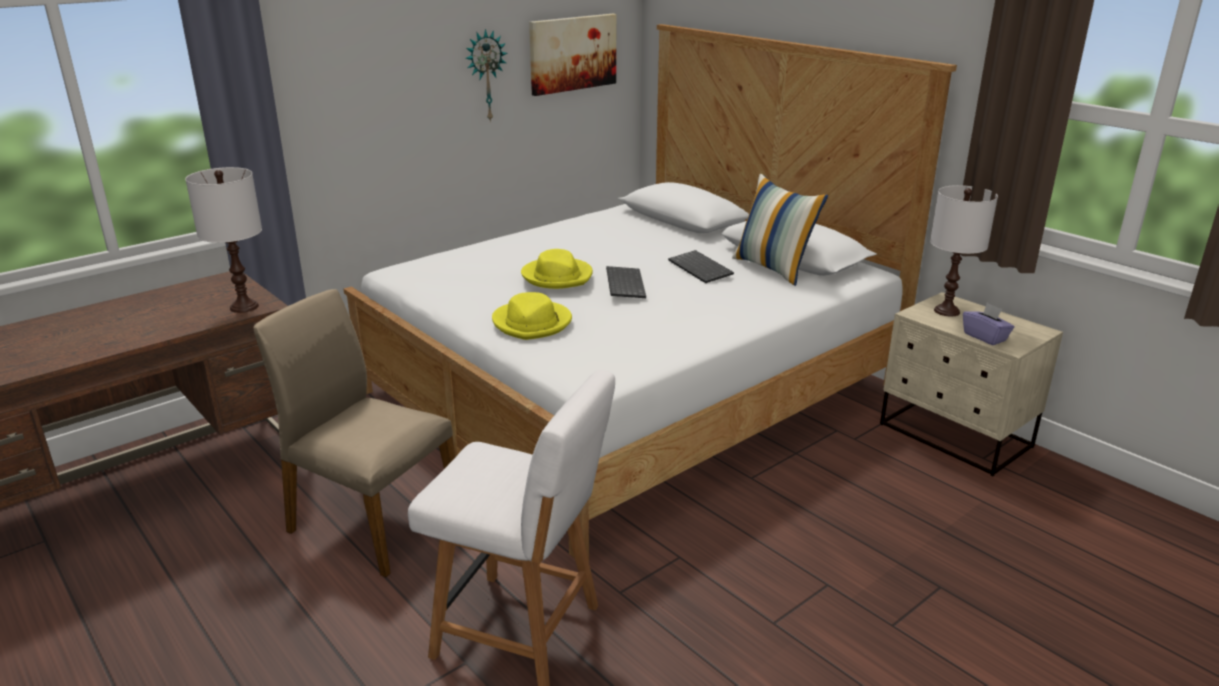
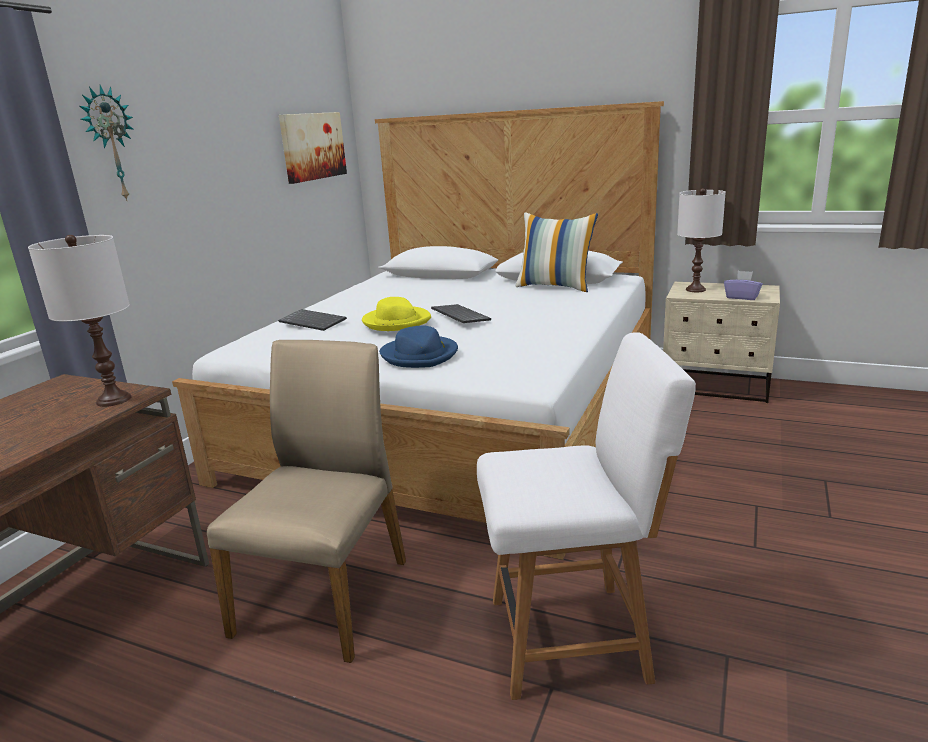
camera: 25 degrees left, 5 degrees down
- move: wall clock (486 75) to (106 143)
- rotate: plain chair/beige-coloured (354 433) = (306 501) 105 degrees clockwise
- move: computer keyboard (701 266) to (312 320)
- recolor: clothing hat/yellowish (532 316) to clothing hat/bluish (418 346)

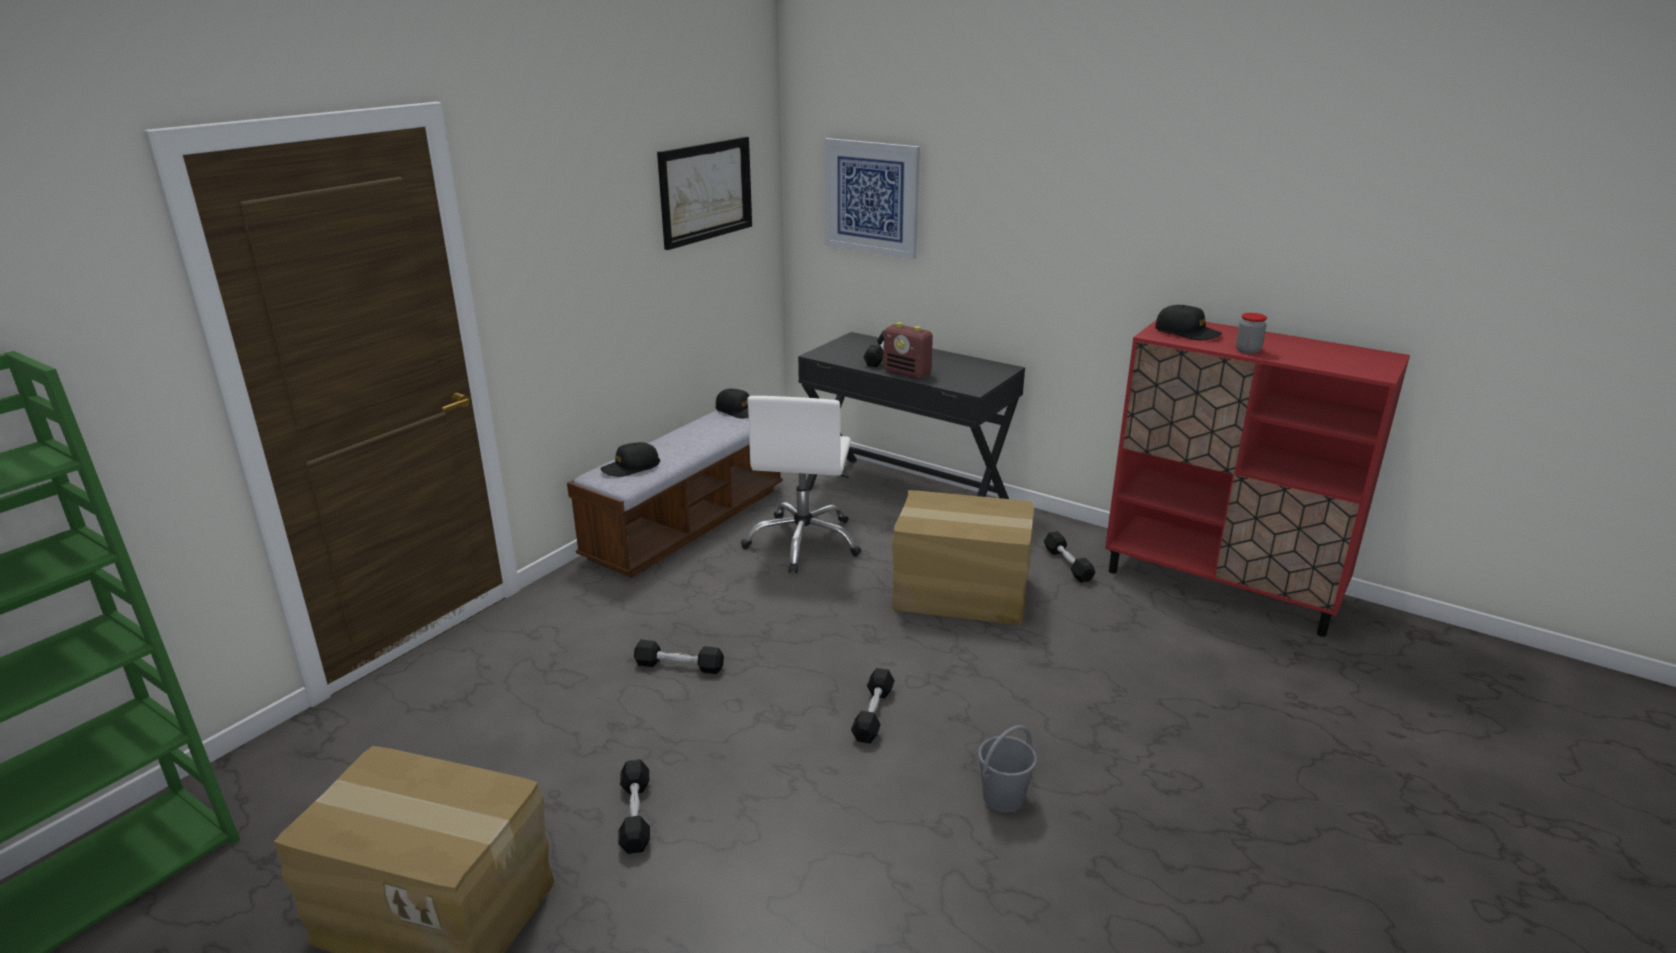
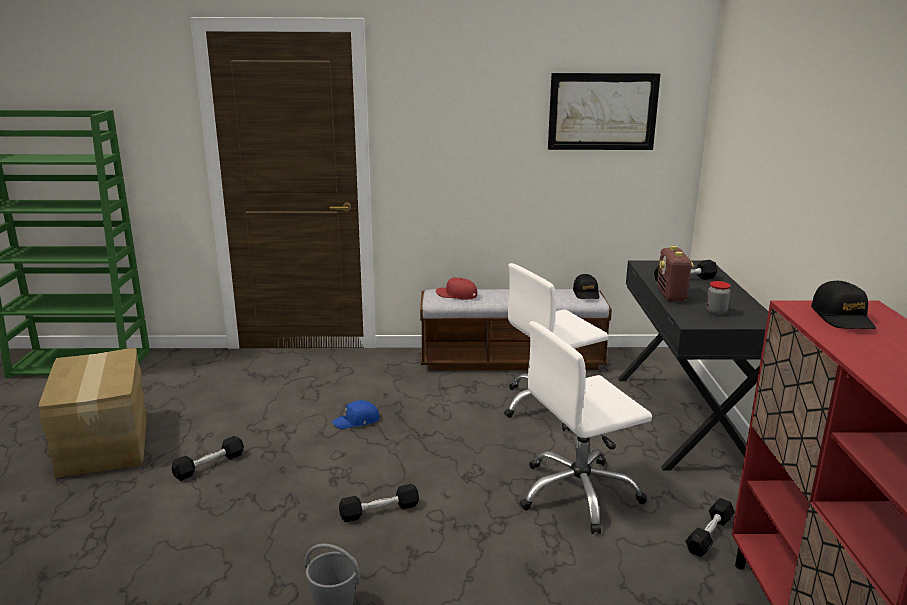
camera: 55 degrees right, 5 degrees down
- replace: dumbbell/blackish (679 657) to peaked cap/bluish (355 414)
- recolor: peaked cap/blackish (630 459) to peaked cap/red (456 288)
- replace: carton (963 557) to desk chair/white (586 427)
- move: jar (1251 333) to (718 298)
- delete: picture (872 198)

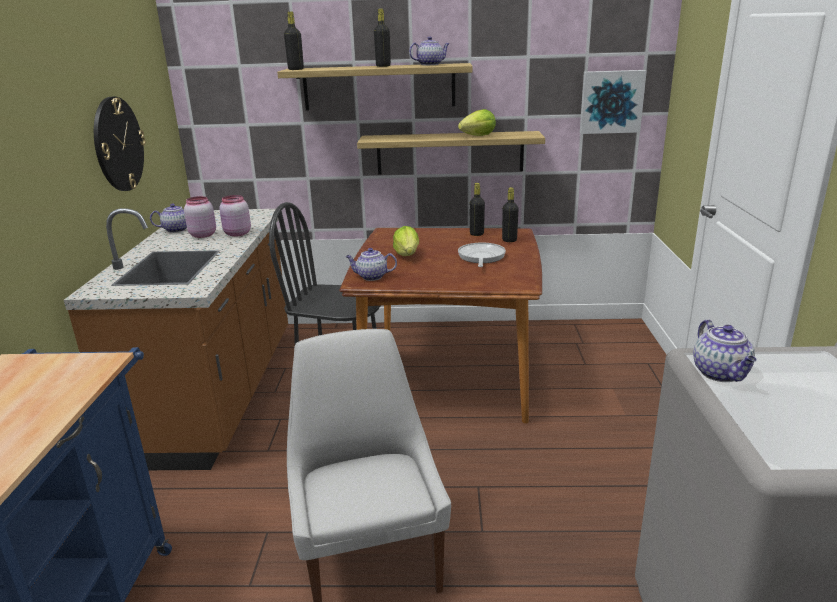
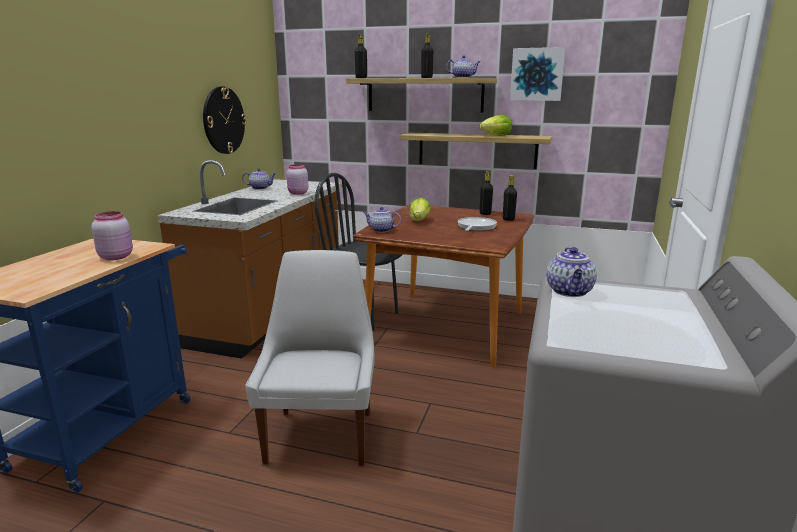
camera: 15 degrees right, 5 degrees down
- move: jar/pink (200 217) to (112 235)
- move: picture (613 102) to (537 74)

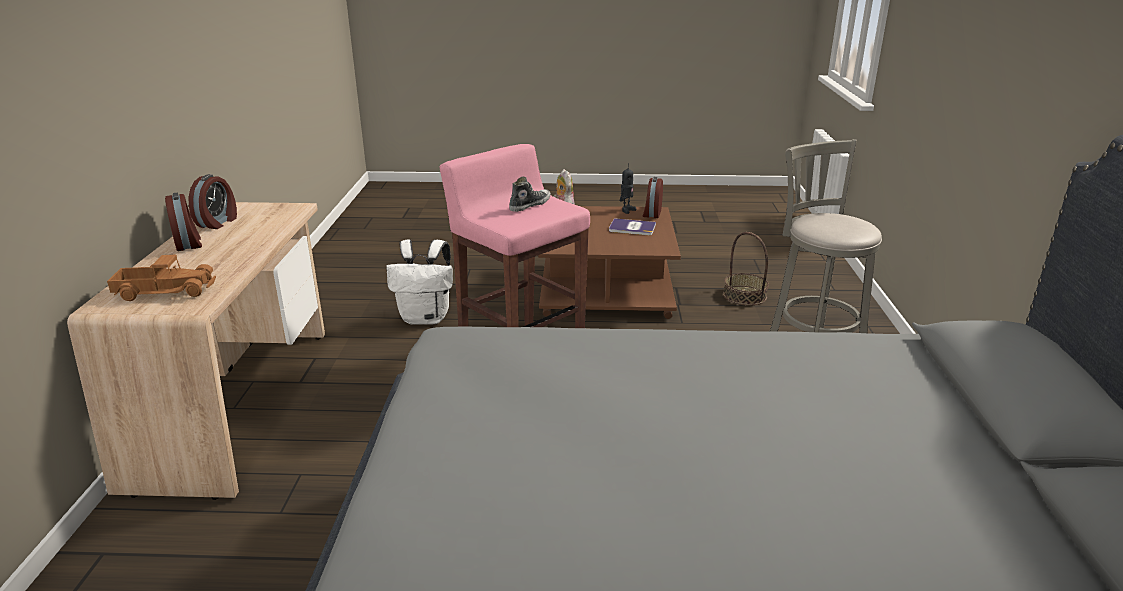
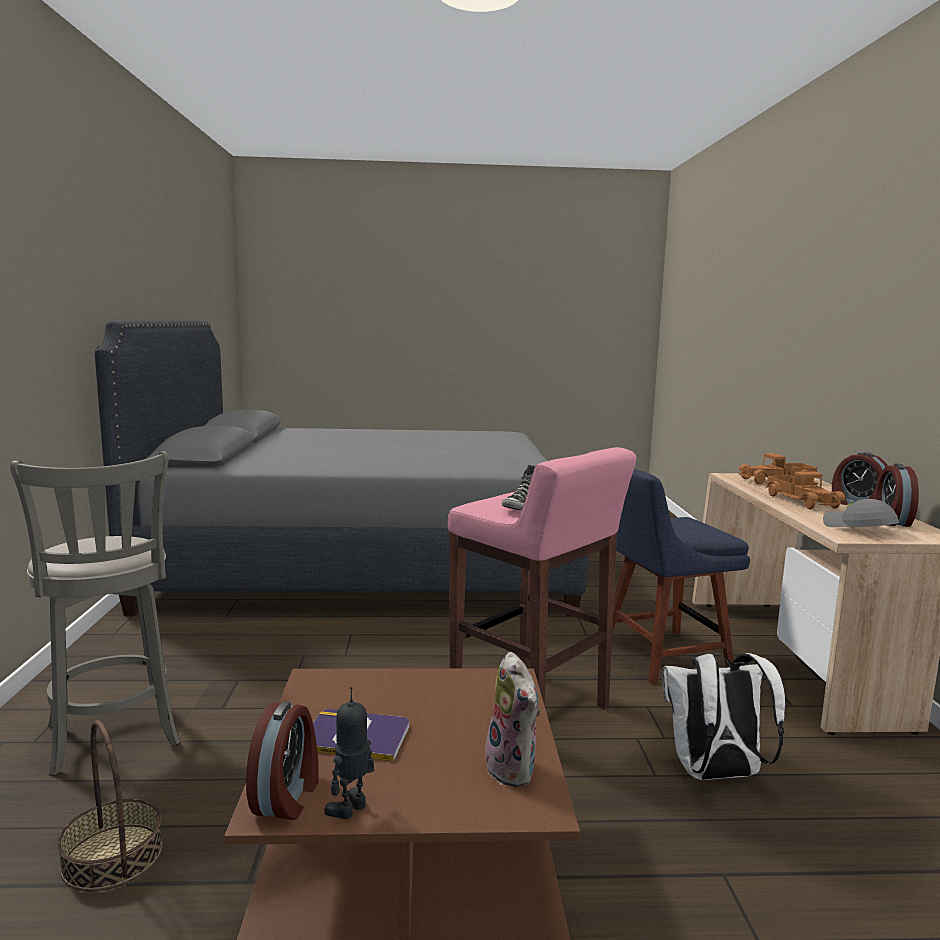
camera: 175 degrees right, 15 degrees down
- insert: plain chair/bluish (681 576)
- insert: toy lorry (805 490)
- insert: peaked cap/grey (861 513)

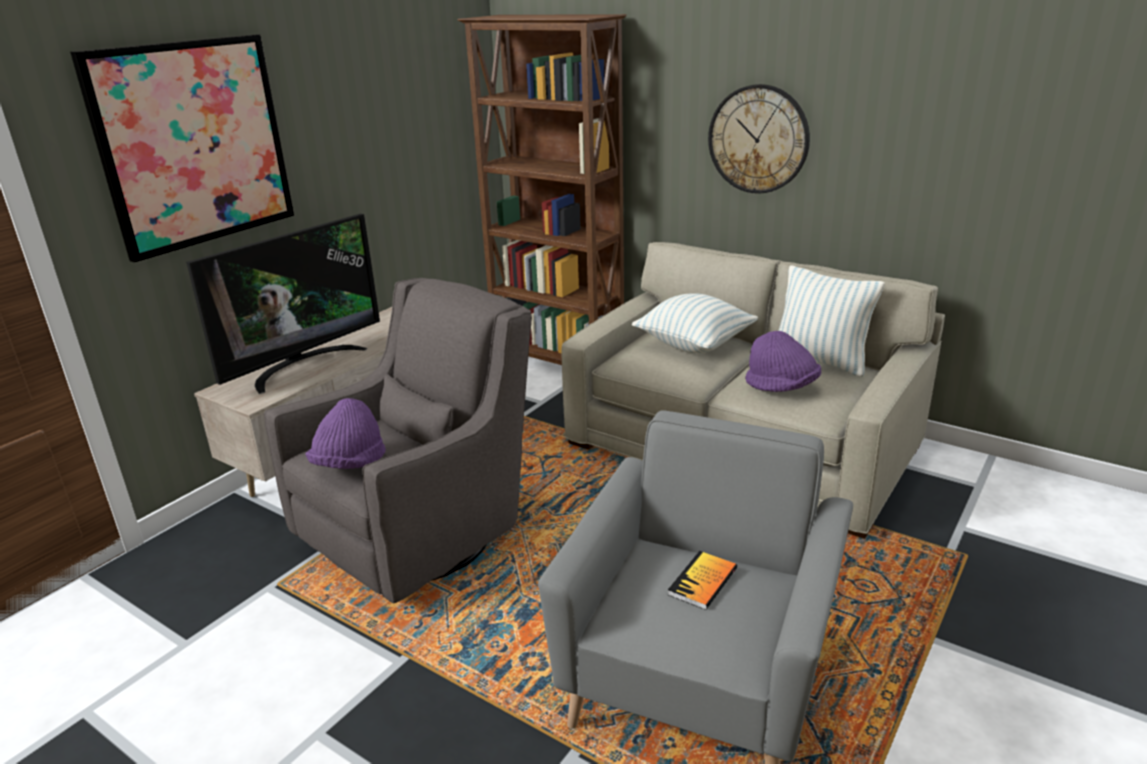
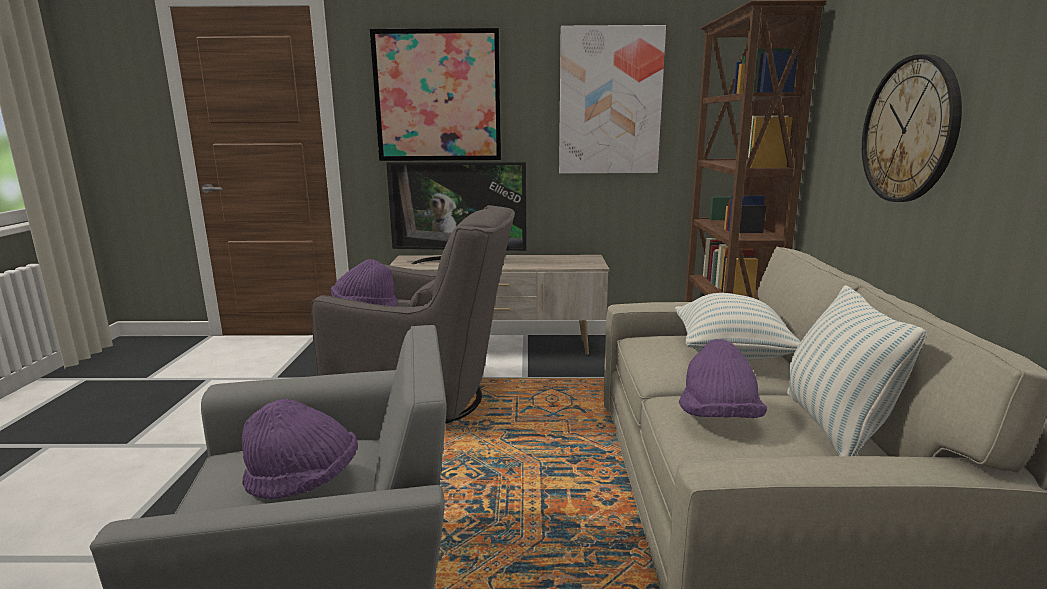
camera: 55 degrees right, 10 degrees down
- replace: bound book (702 580) to clothing hat/purple-coloured (300 449)
- insert: picture (612 99)

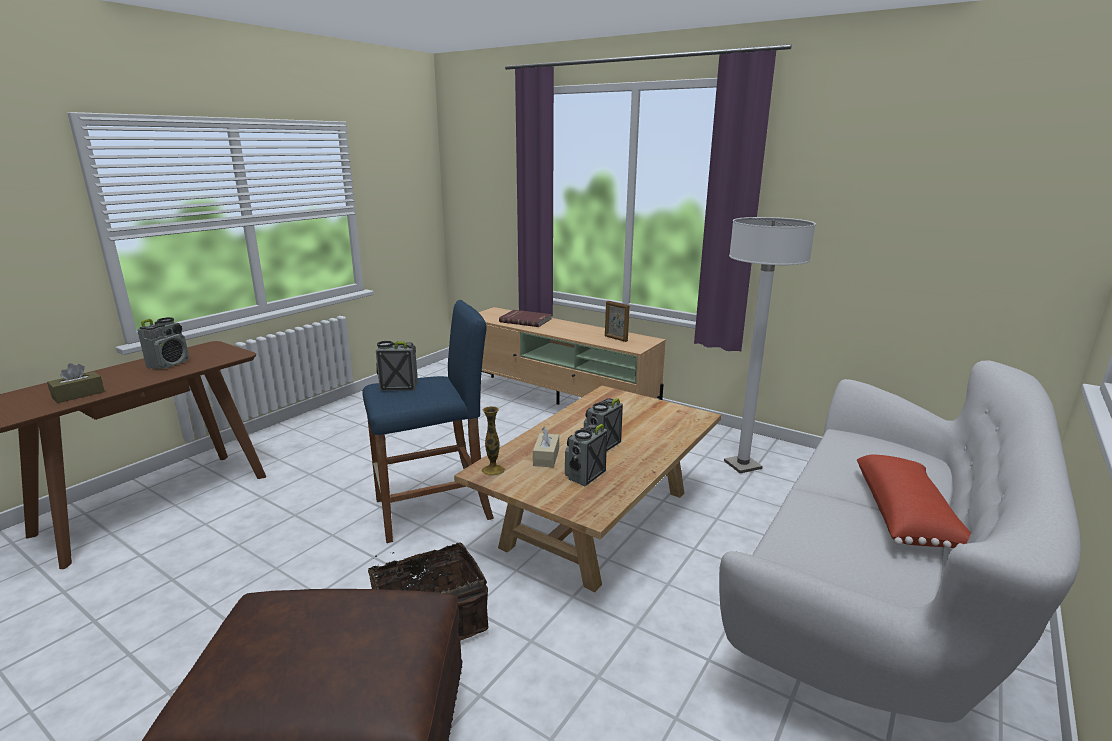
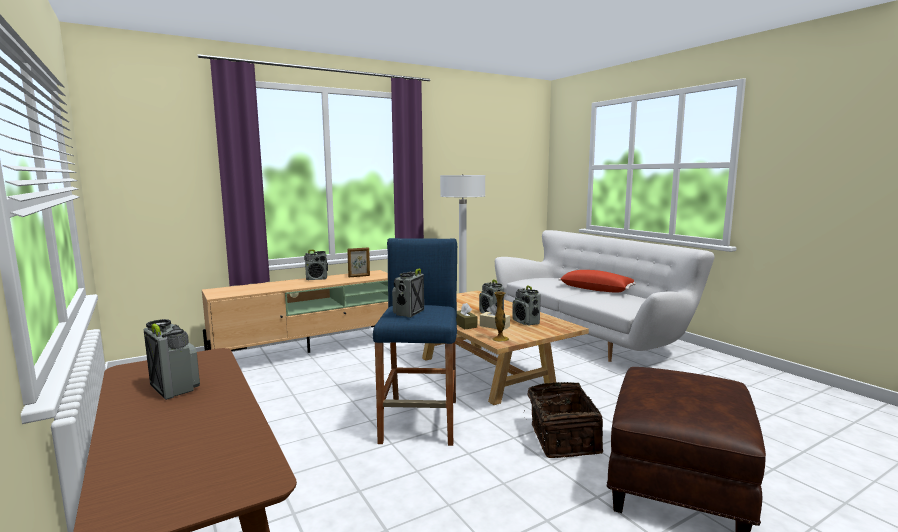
camera: 65 degrees left, 10 degrees down
- insert: radio (316 265)
- move: tissue box/brown-coloured (76 383) to (466 316)
- delete: bound book/red (525 318)

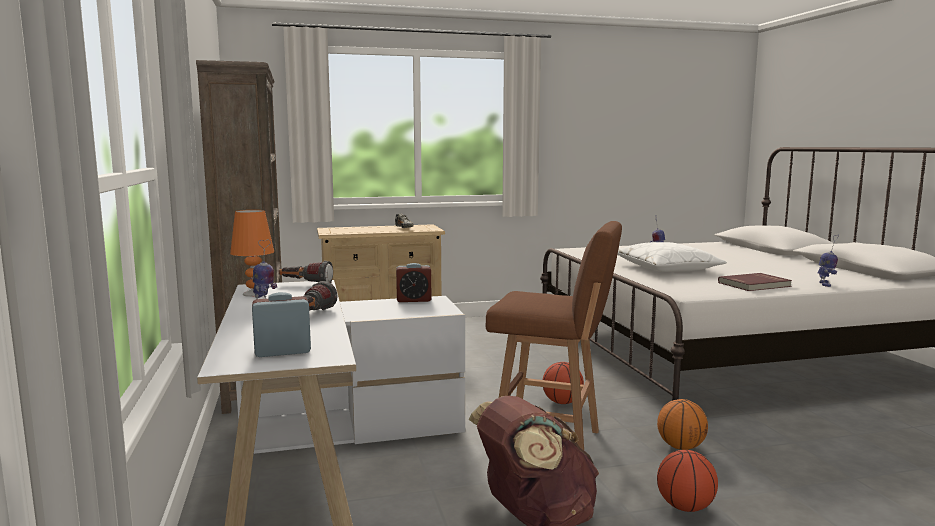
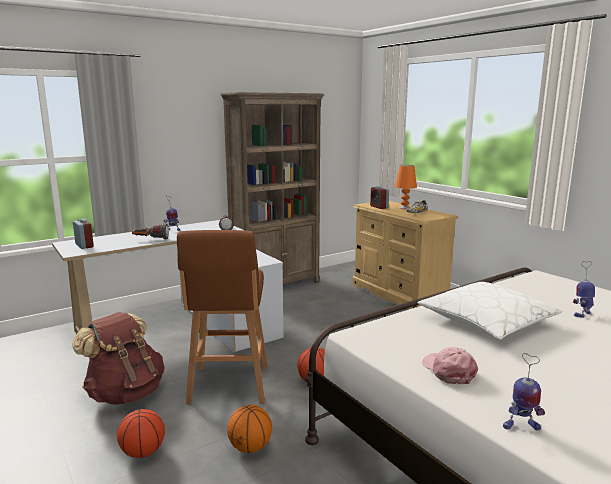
camera: 70 degrees right, 5 degrees up
- move: bedside clock (413 282) to (379 197)
- move: table lamp/orange-coloured (252 253) to (406 187)
- replace: bound book/red (755 282) to peaked cap/pink (450 365)

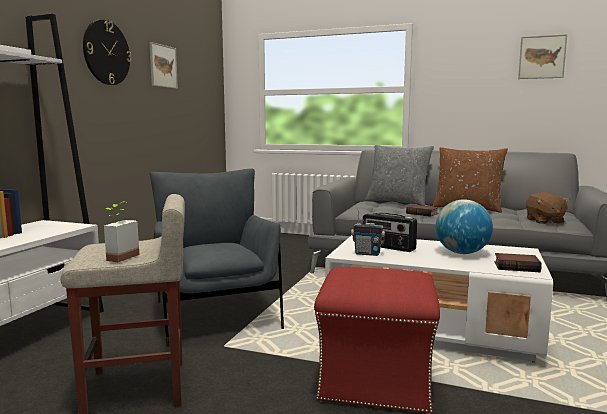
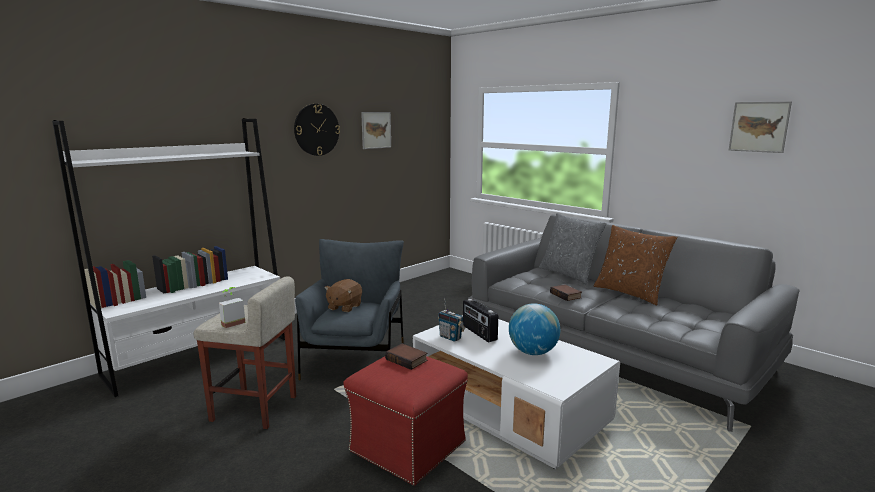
camera: 25 degrees right, 5 degrees up
- move: soft toy/brown-coloured (548 208) to (343 295)
- move: bound book (518 262) to (406 357)

